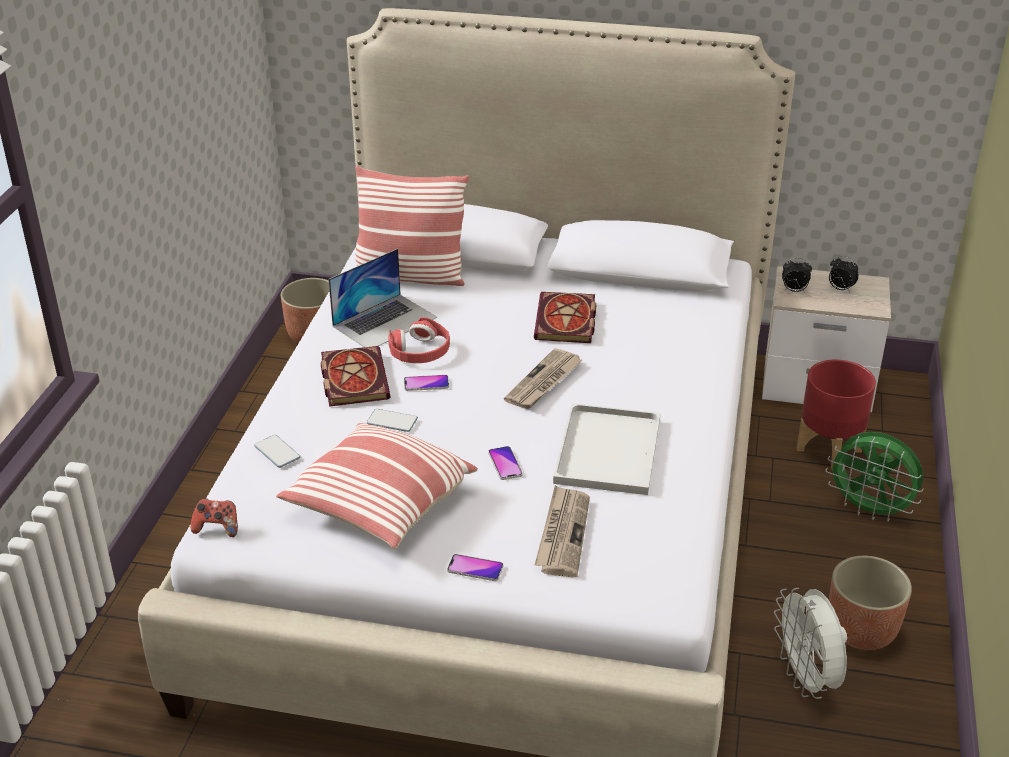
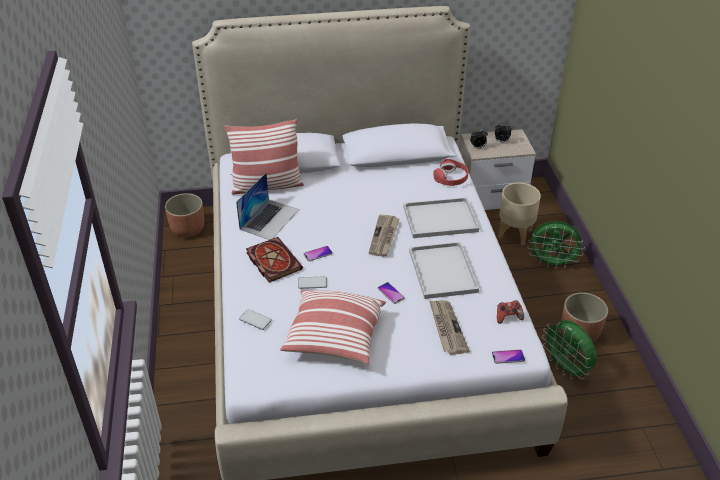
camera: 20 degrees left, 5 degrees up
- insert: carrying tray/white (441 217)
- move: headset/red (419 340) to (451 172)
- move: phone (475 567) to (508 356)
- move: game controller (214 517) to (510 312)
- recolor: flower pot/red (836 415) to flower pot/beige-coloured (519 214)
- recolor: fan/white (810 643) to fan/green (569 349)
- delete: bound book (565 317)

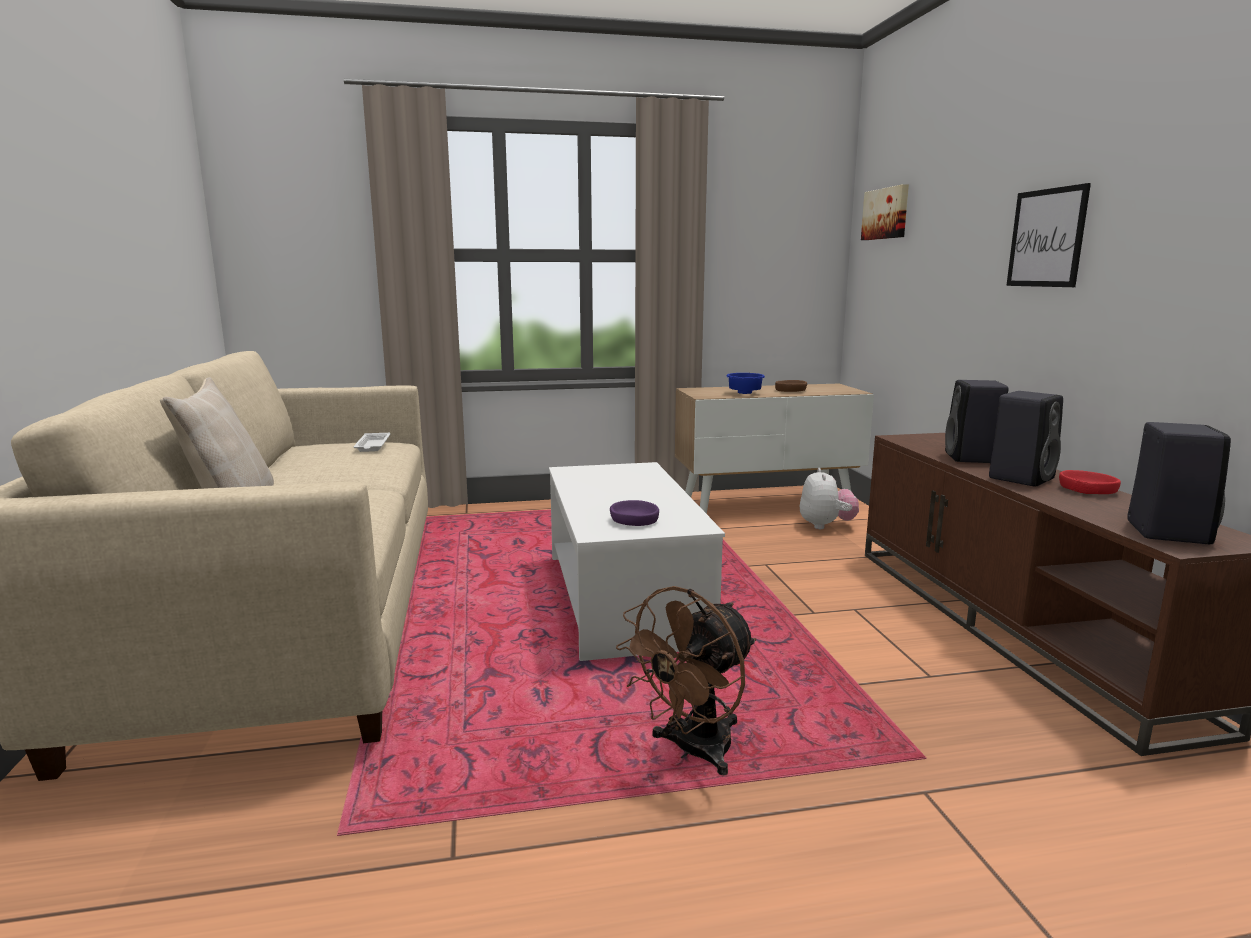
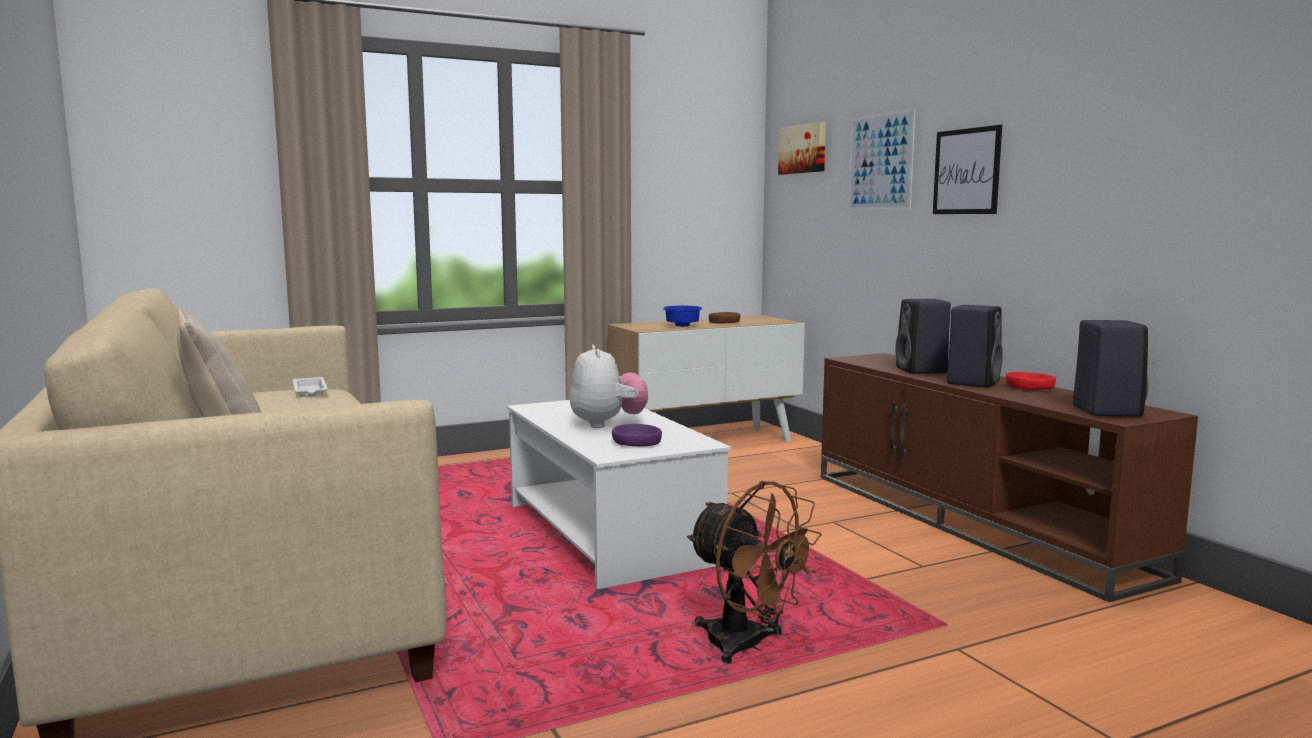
camera: 15 degrees left, 5 degrees down
- move: soft toy (829 498) to (609 386)
- rotate: fan/brown-coloured (686 680) = (754 572) 75 degrees counterclockwise
- insert: picture (882 159)

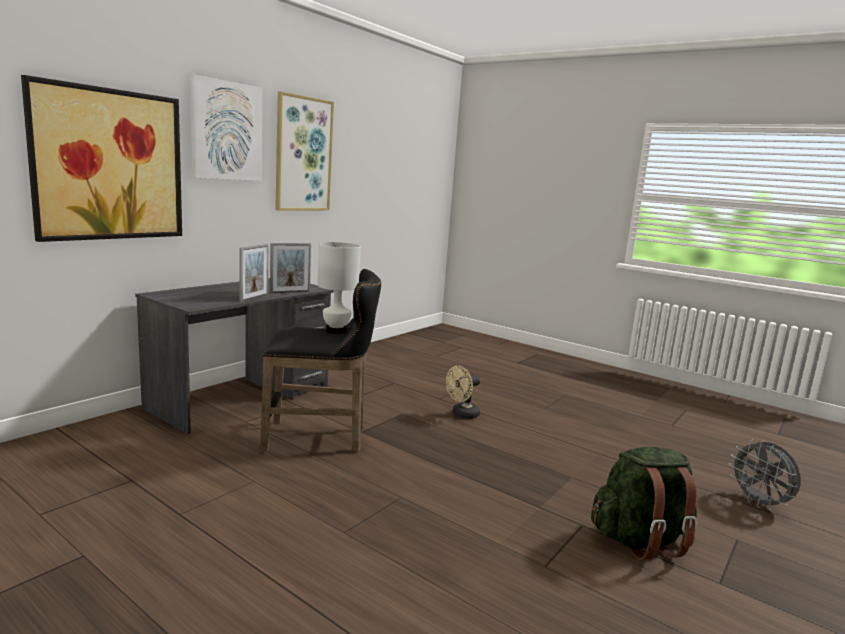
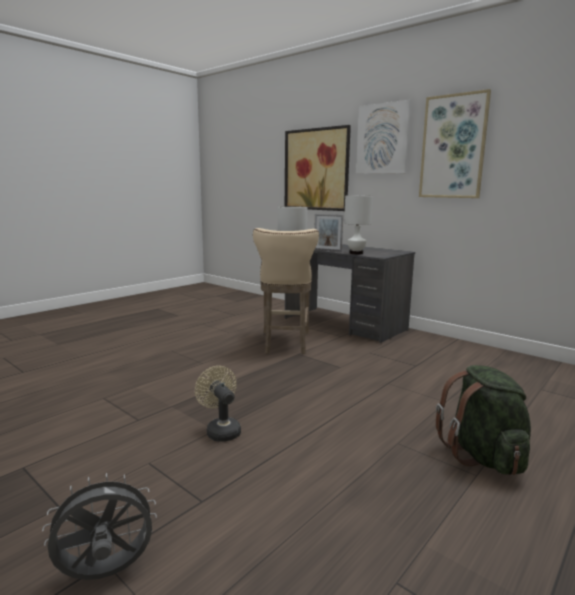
camera: 95 degrees right, 0 degrees up
- move: fan/beige-coloured (463 392) to (218 404)
- recolor: stool/blackish (320 360) to stool/beige-coloured (286 291)
- replace: photo frame (290 268) to table lamp/white (358 224)
- move: rucksack/green (644 503) to (483 420)

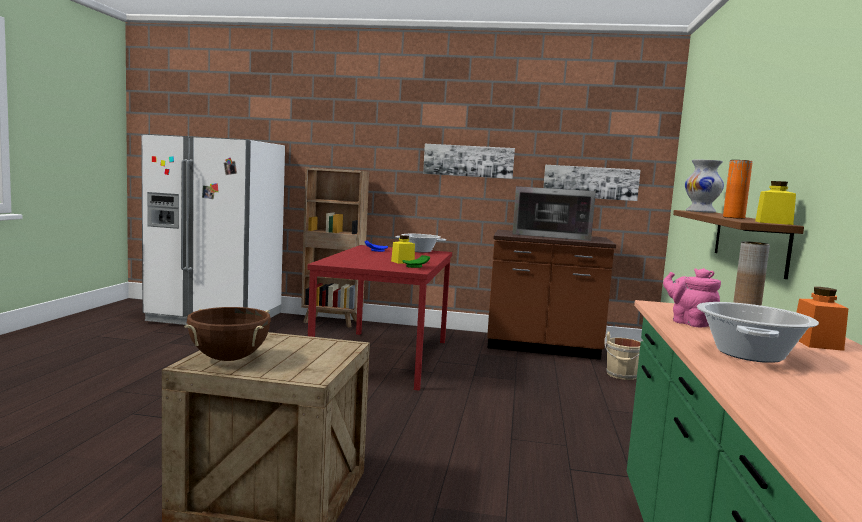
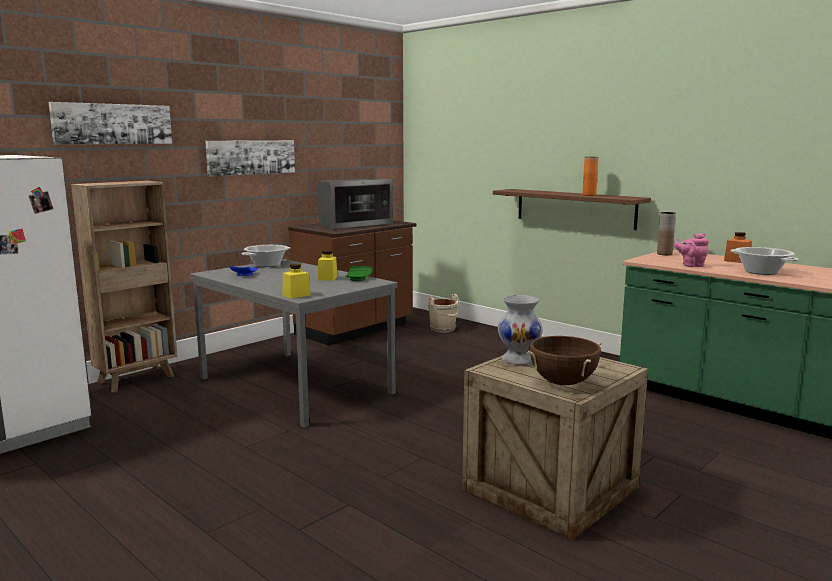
camera: 55 degrees left, 5 degrees up
- move: picture (592 183) to (110 123)
- recolor: kitchen table/red (379 318) to kitchen table/grey (293 343)
- move: jar/yellowish (775 203) to (297 281)
- move: vase/white (704 186) to (520 330)

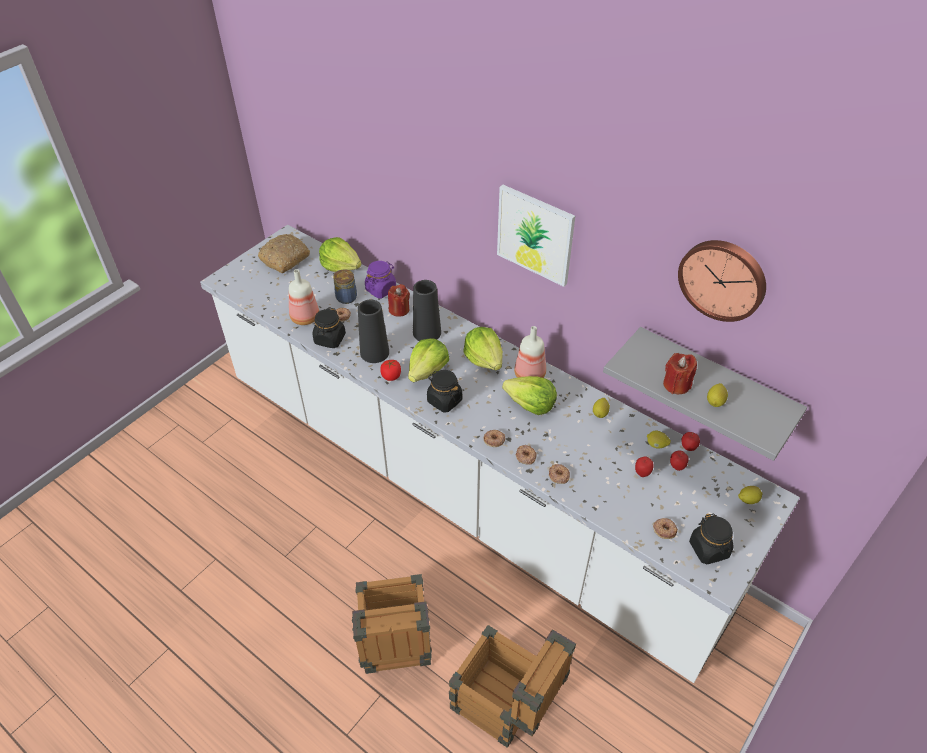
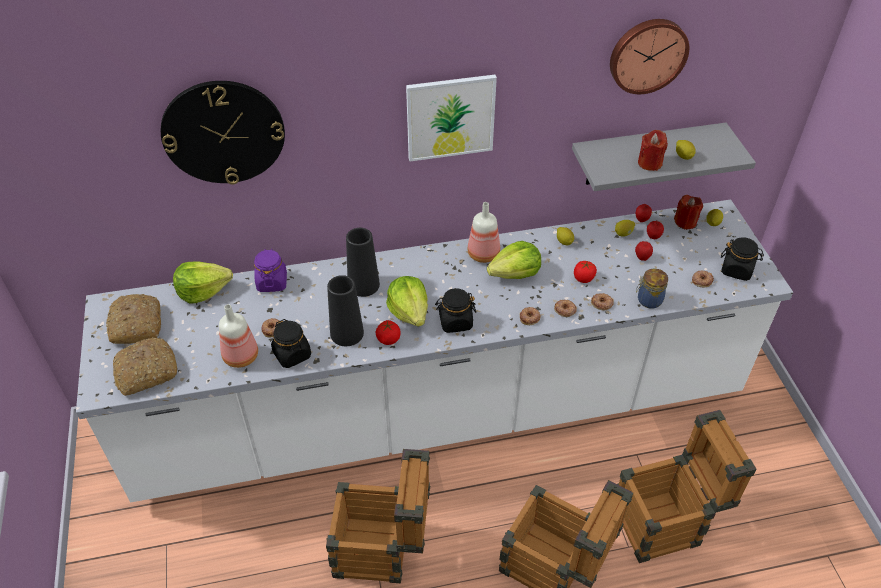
camera: 50 degrees left, 0 degrees up
- insert: bakery bread (145 366)
- insert: wall clock (223 133)
- insert: shipping crate (378 516)
- insert: whole tomato (585 272)
- move: jar (345 286) to (652 289)
- move: wax candle/red (399 300) to (688 212)
- delete: head of lettuce (483 348)

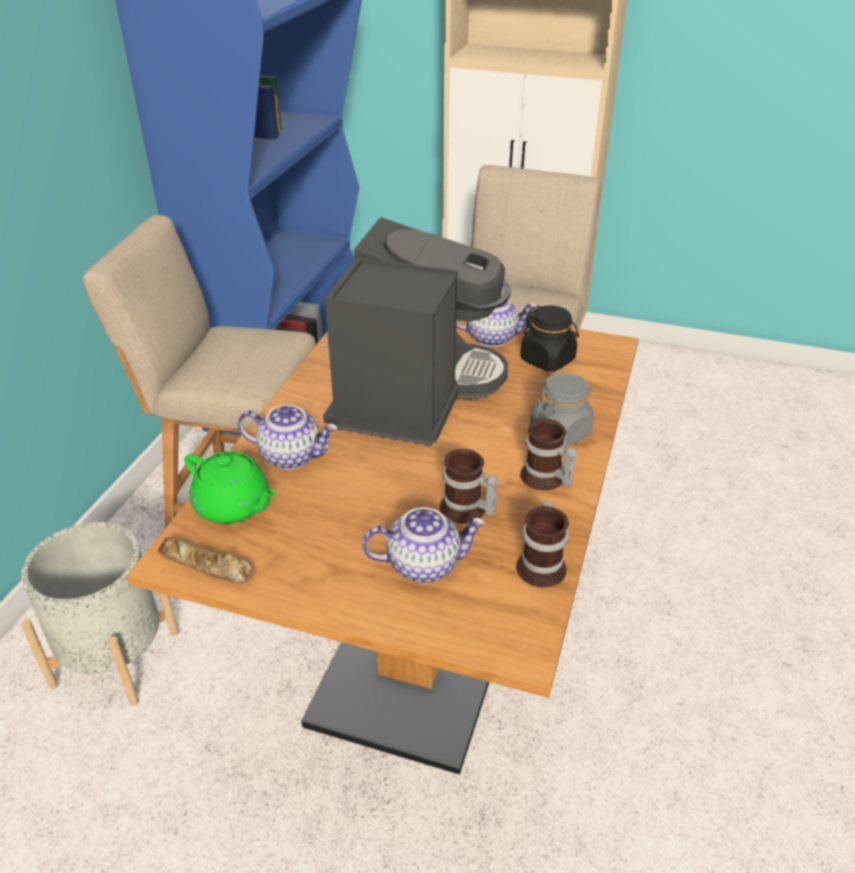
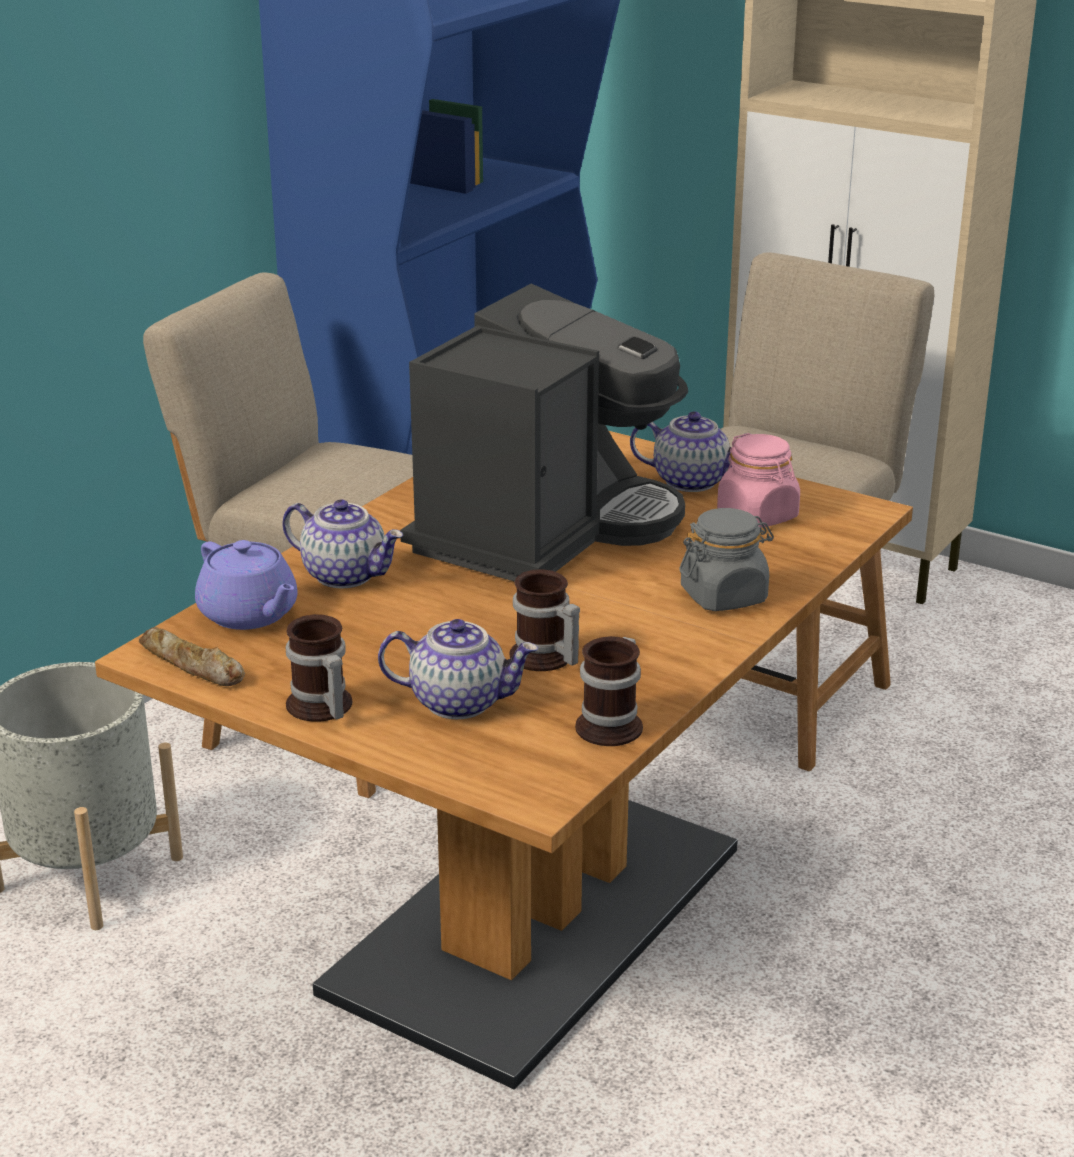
camera: 15 degrees right, 10 degrees down
- recolor: tea pot/green (230 487) to tea pot/purple-coloured (246 585)
- move: coffee mug (548 454) to (319 668)
- recolor: jar/blackish (550 338) to jar/pink (758 480)

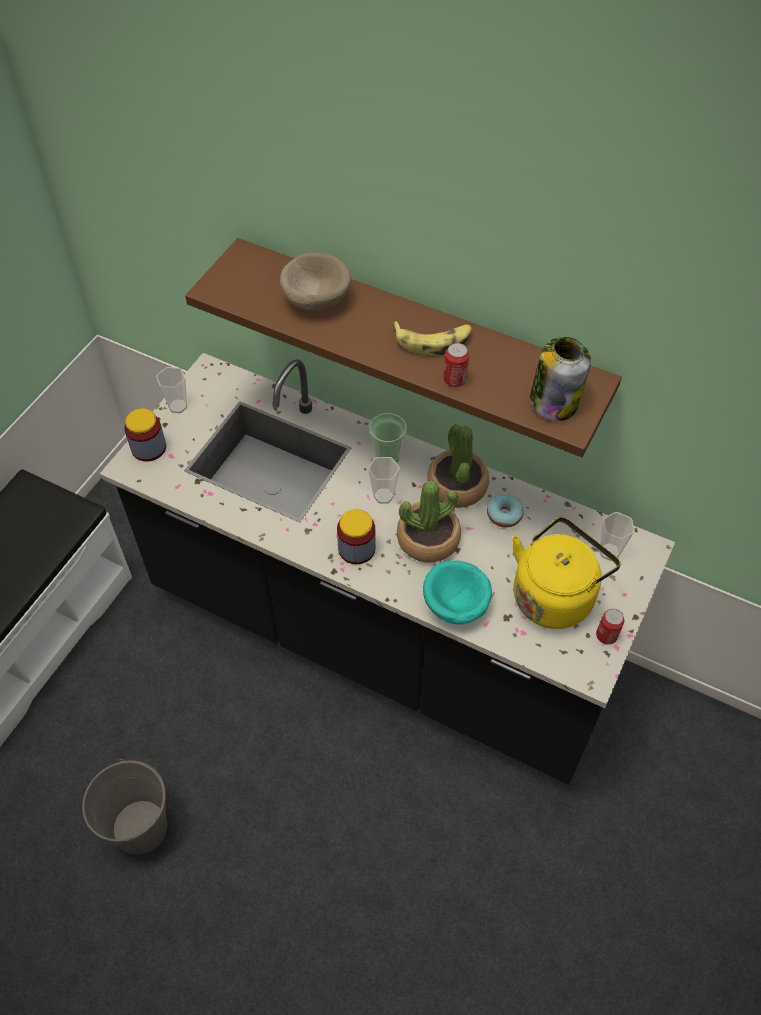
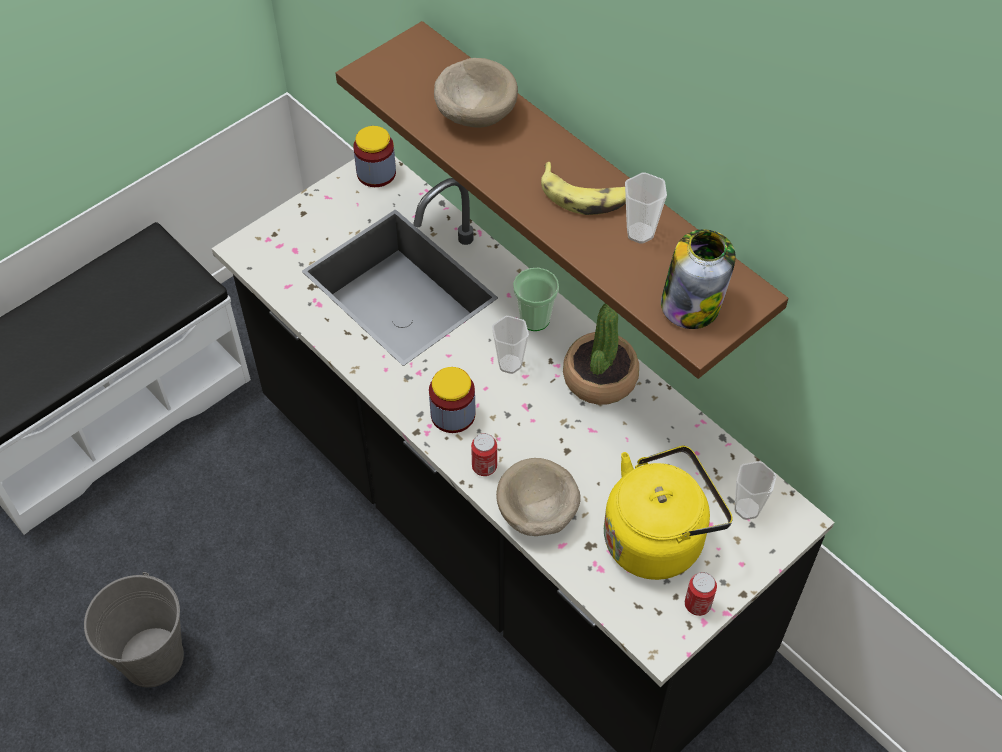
camera: 20 degrees right, 0 degrees up
- move: jar (145 434) to (374 156)
- move: can (456 365) to (484 454)
- recolor: deep dish/turquoise (457 592) to deep dish/beige-coloured (538 497)
- move: drinking cup (171 390) to (646 208)
- delete: potted plant (429 521)
- delete: ring doughnut (505 510)

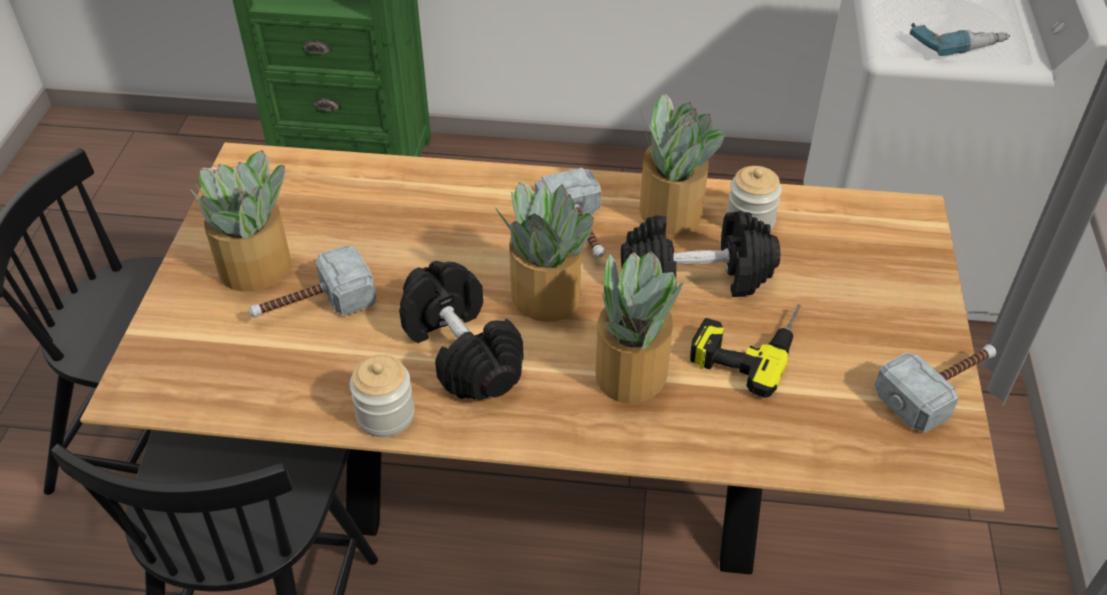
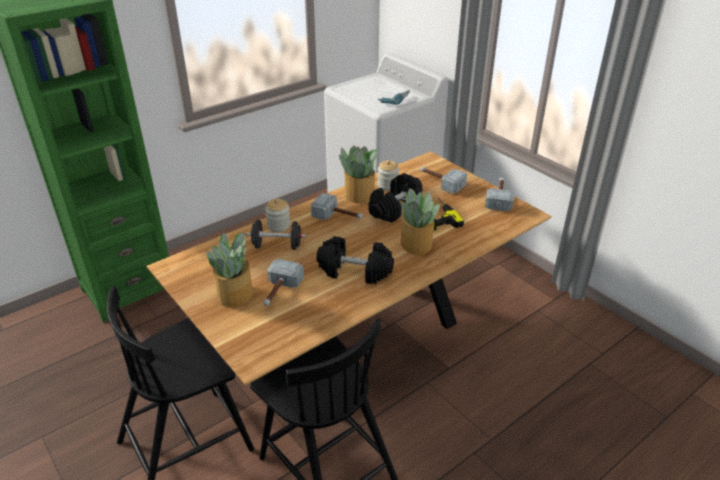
camera: 45 degrees left, 10 degrees down
- insert: dumbbell/blackish (276 235)
- move: jar (382 396) to (277 215)
- insert: tool hammer (443 180)
- delete: potted plant (545 252)

